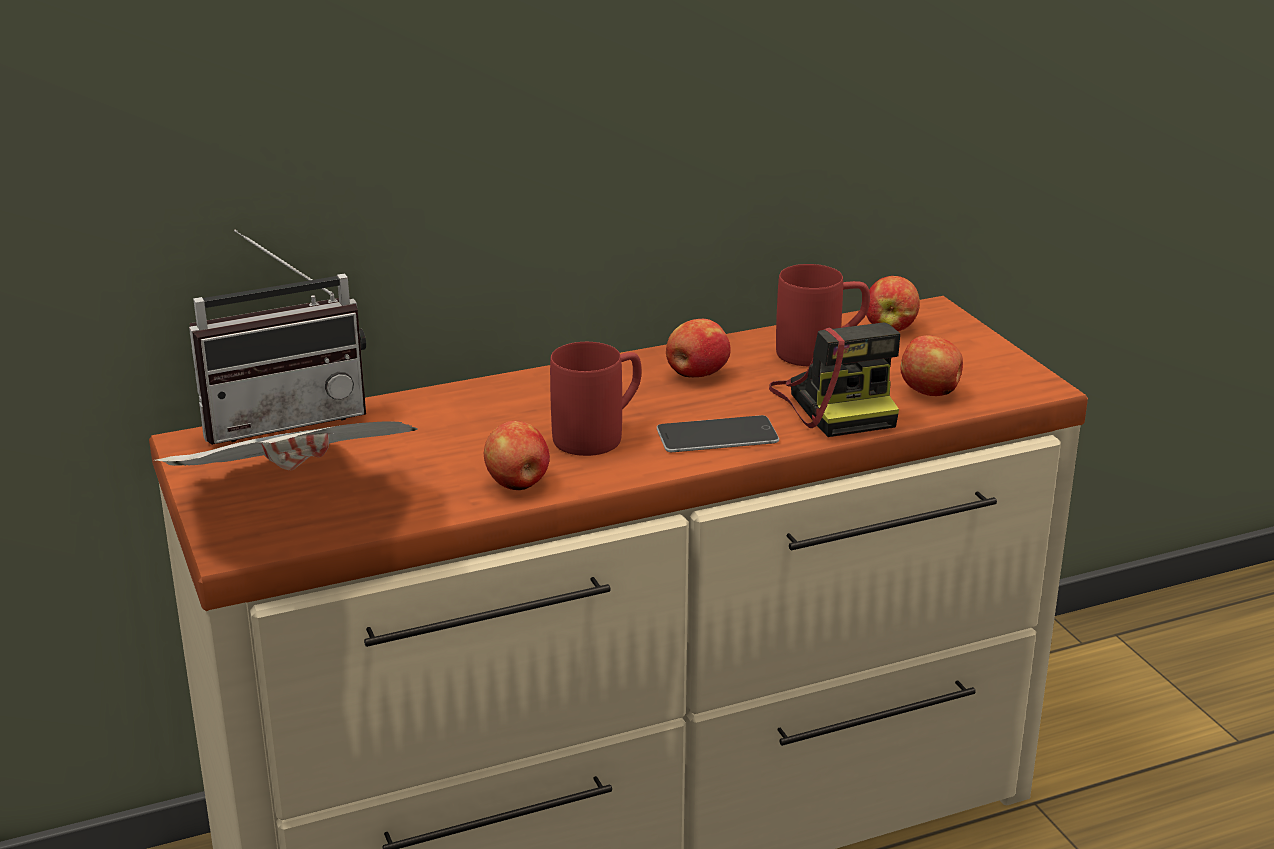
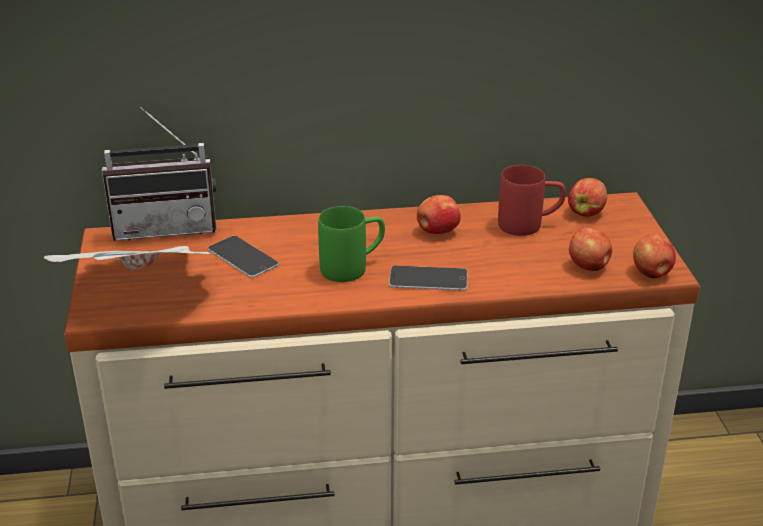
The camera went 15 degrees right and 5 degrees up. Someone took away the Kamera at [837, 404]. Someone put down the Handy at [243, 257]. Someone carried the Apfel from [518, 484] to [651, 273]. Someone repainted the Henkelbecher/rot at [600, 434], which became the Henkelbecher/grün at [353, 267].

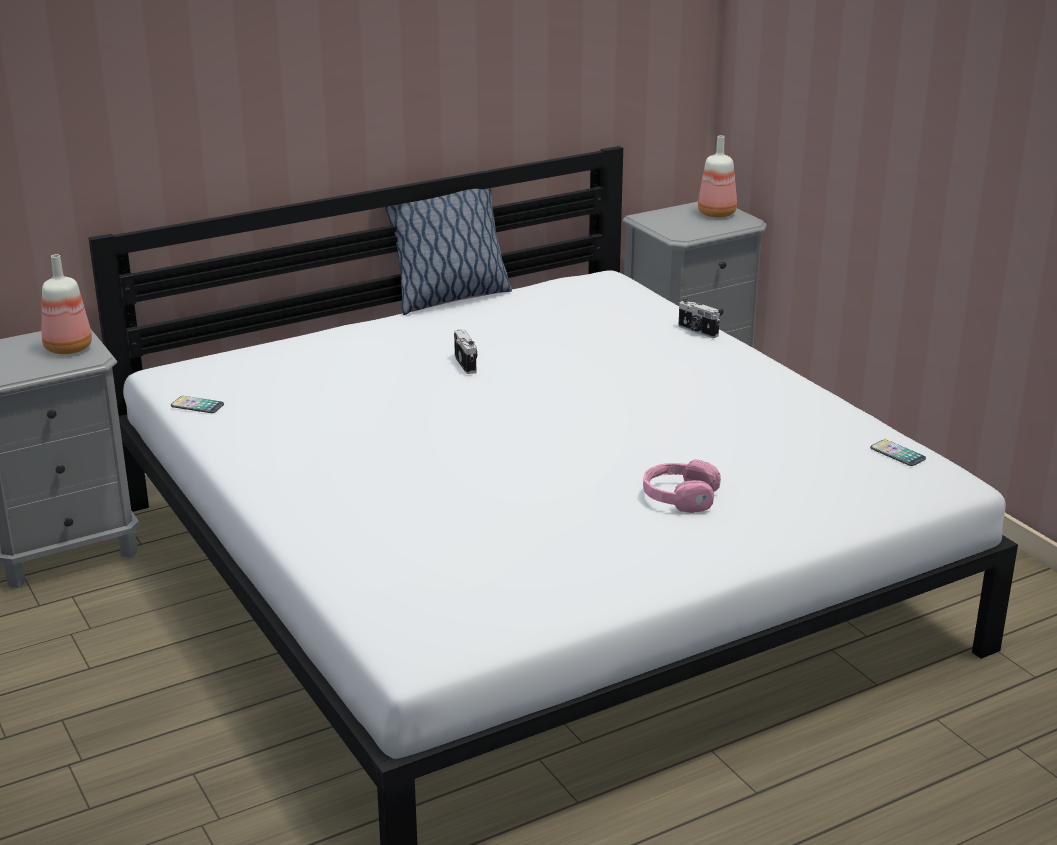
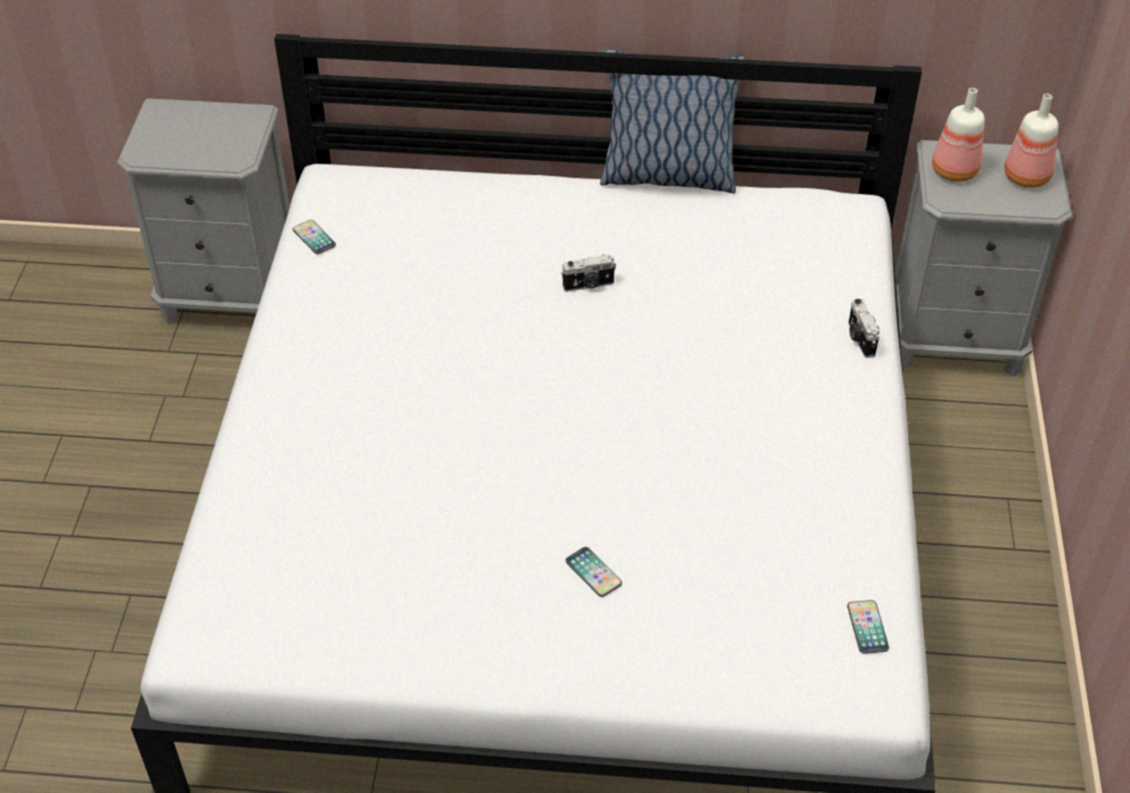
The camera went 35 degrees right and 20 degrees up. Someone carried the Flasche from [67, 349] to [953, 172]. Someone swapped the Kopfhörer/rosa at [679, 497] for the Handy at [593, 572]. Someone rotated the Kamera at [467, 364] by 60 degrees clockwise.

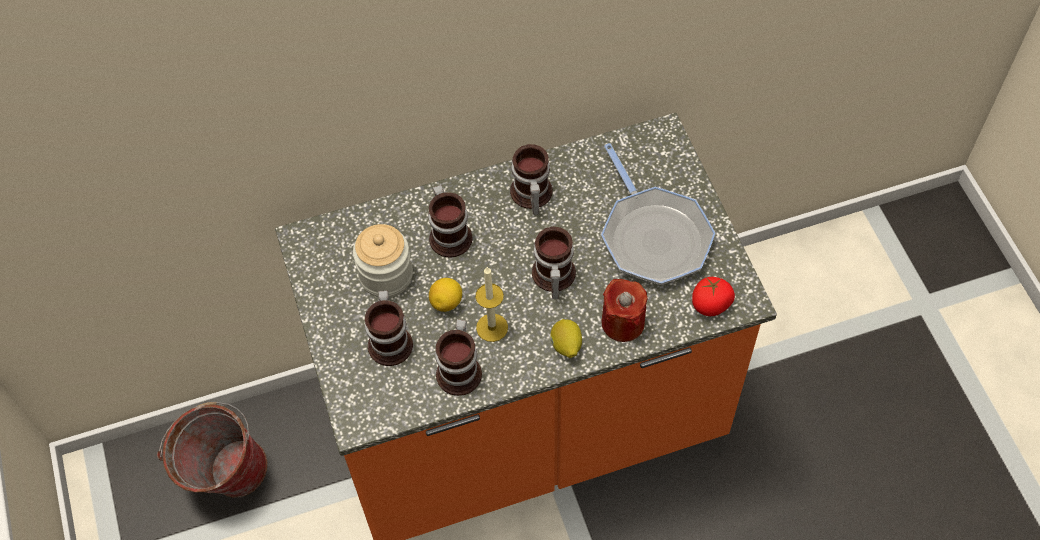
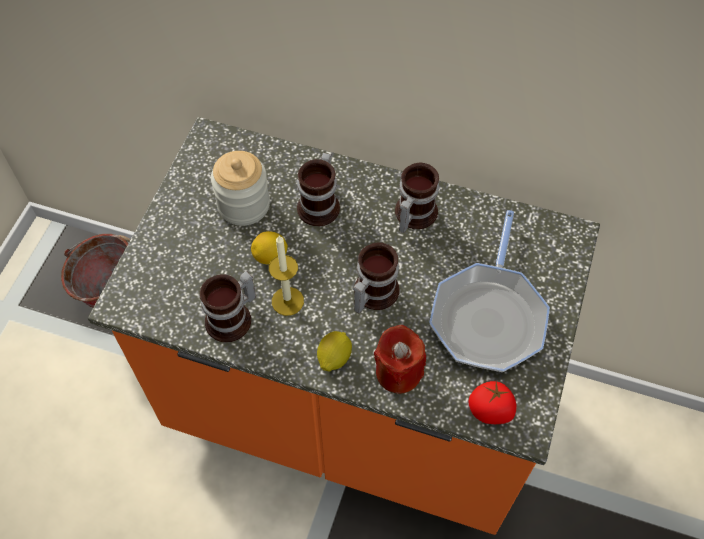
The camera went 35 degrees right and 0 degrees up. Someone took away the Henkelbecher at [392, 341].

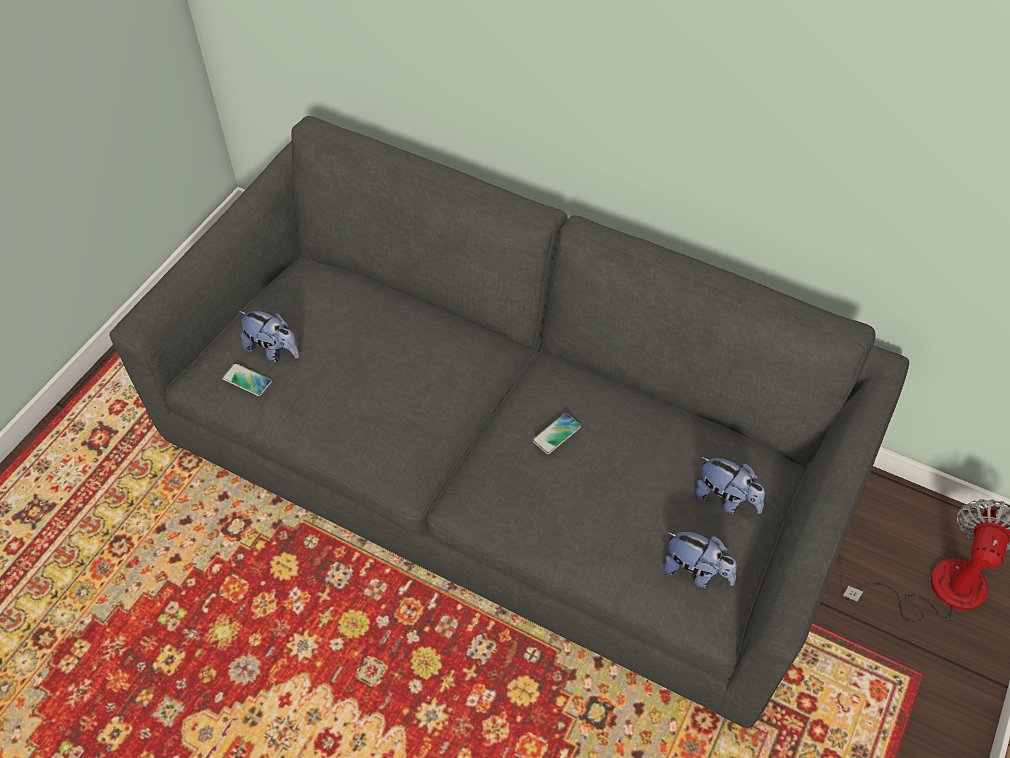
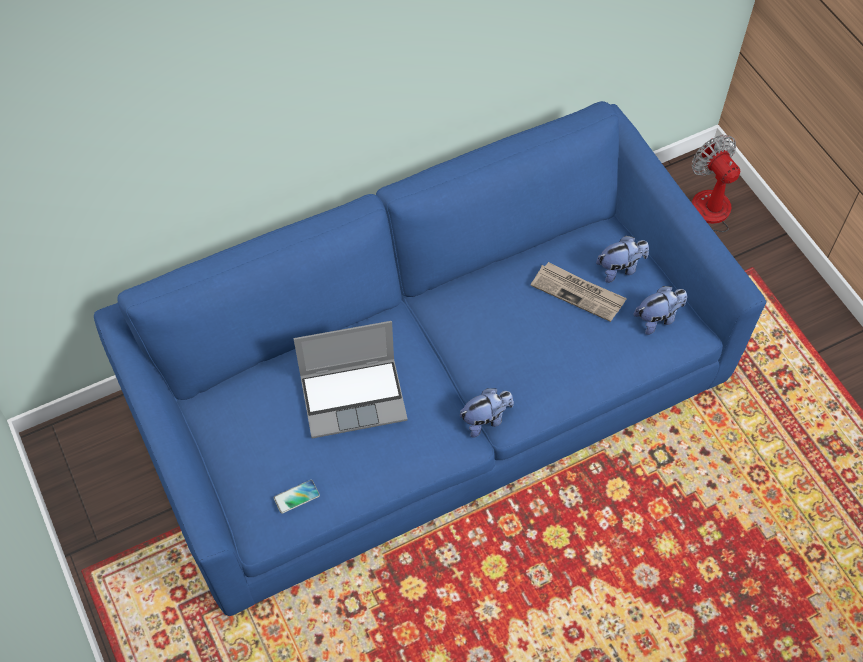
The camera went 55 degrees left and 5 degrees up. Someone took away the Handy at [556, 434]. Someone put down the Laptop at [354, 397]. Someone put down the Zeitung at [578, 293]. Someone carried the Plüschtier from [273, 350] to [485, 420]. Someone repainted the Sofa/grau at [505, 457], which became the Sofa/blau at [431, 390].

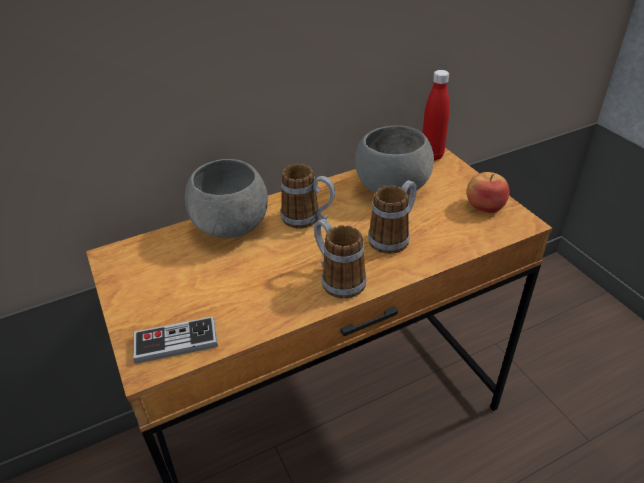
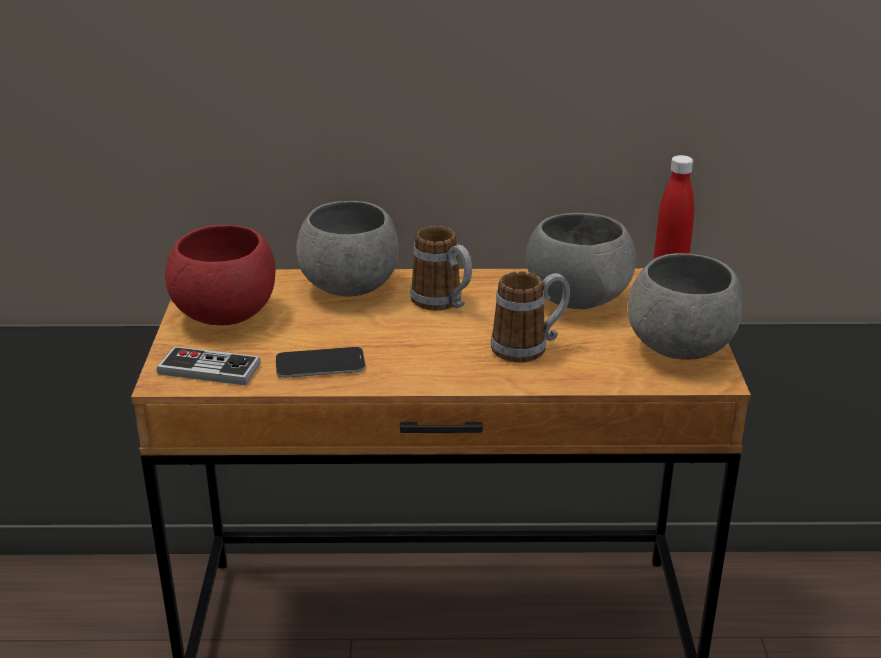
The camera went 25 degrees right and 10 degrees down. Someone took away the Henkelbecher at [337, 278]. Someone put down the Schüssel/rot at [227, 315]. Someone put down the Handy at [320, 364]. Someone swapped the Apfel at [484, 206] for the Schüssel/grau at [681, 348].

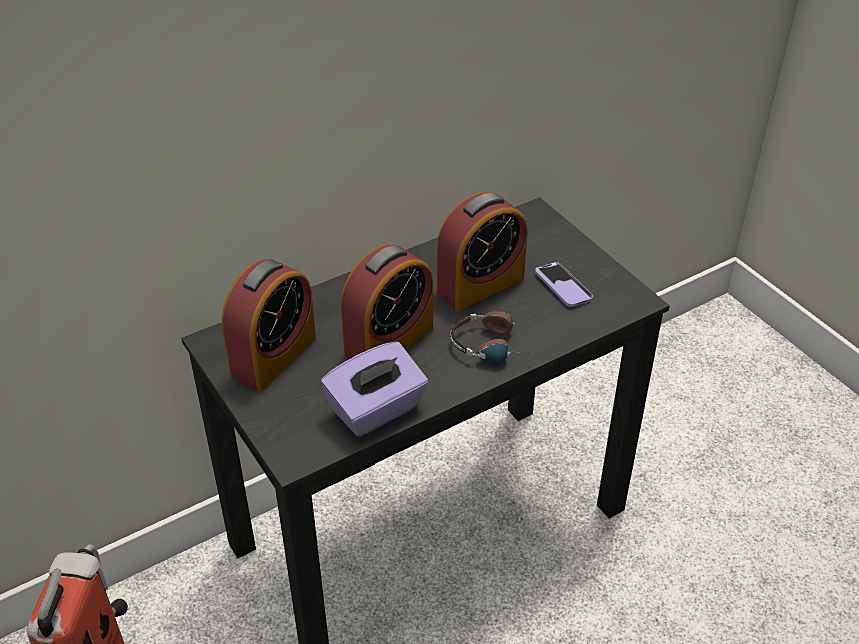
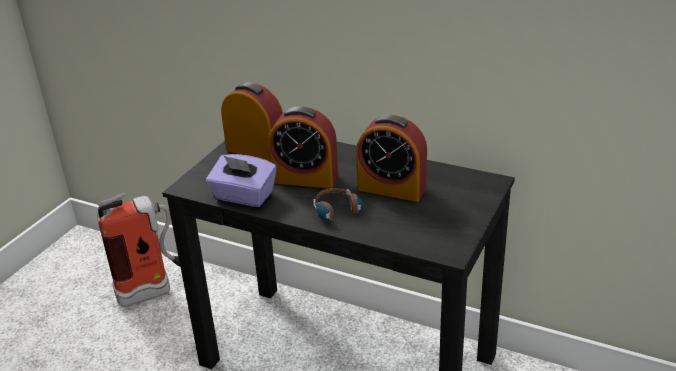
The camera went 60 degrees right and 10 degrees down. Someone took away the Handy at [563, 286]. Someone rotated the Wecker at [274, 356] by 150 degrees counterclockwise.

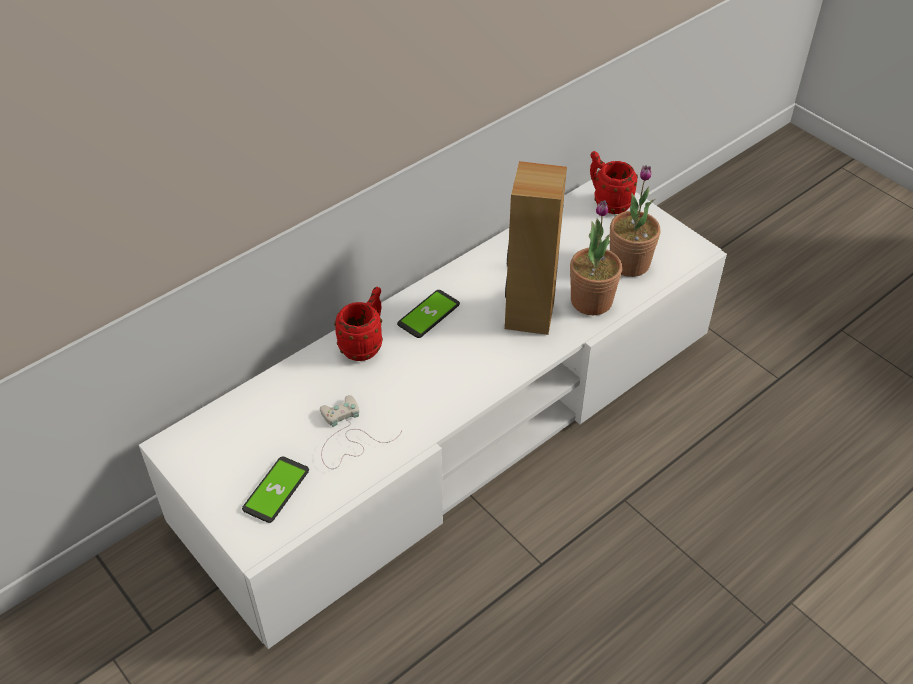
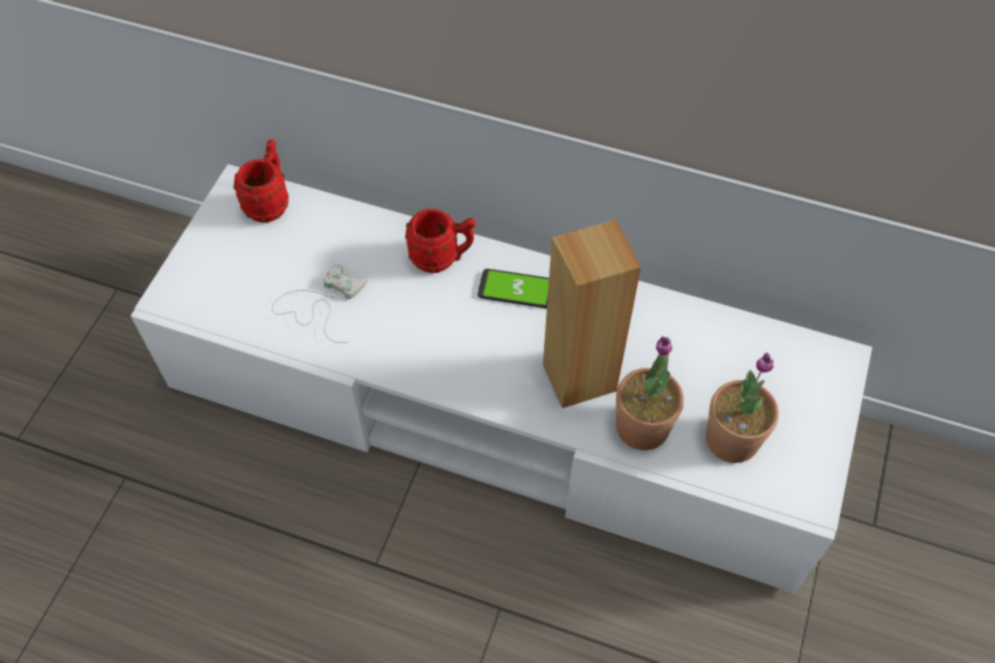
The camera went 60 degrees right and 10 degrees up. Someone took away the Handy at [276, 490]. Someone carried the Henkelbecher/rot from [607, 201] to [270, 202].

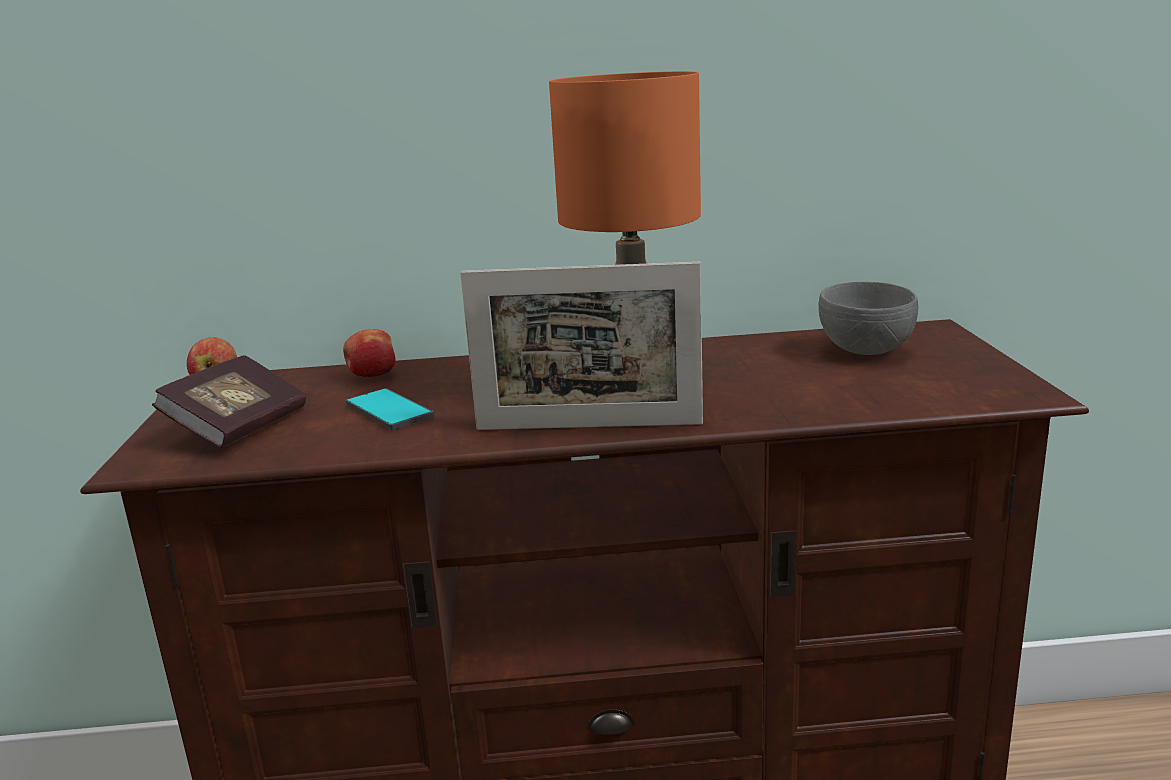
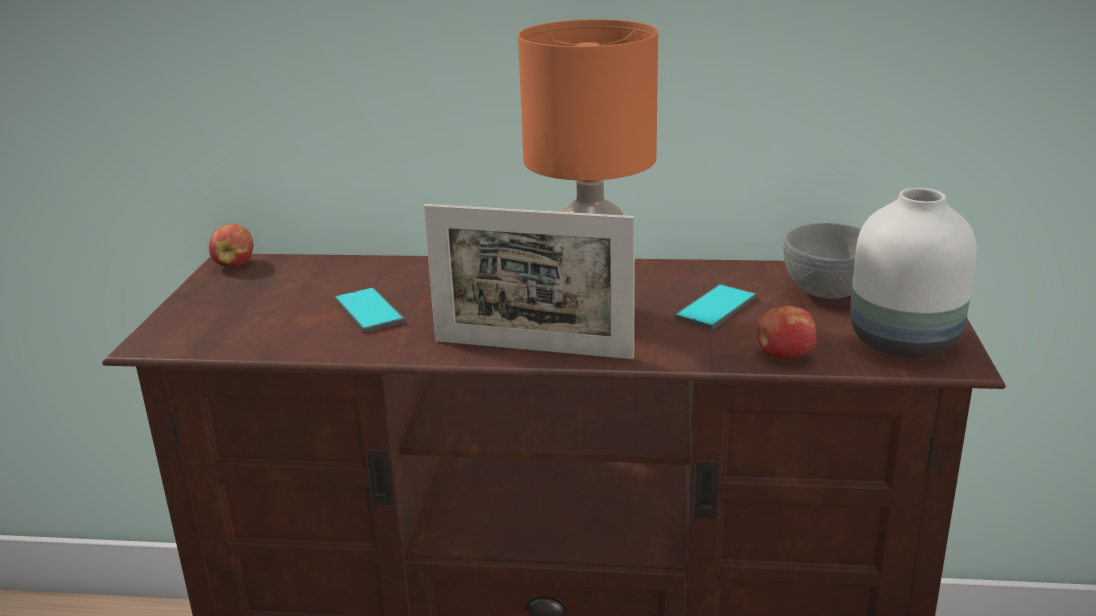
The camera went 10 degrees right and 5 degrees up. Someone took away the Buch at [239, 427]. Someone put down the Handy at [716, 308]. Someone put down the Vase/weiß at [904, 341]. Someone carried the Apfel from [372, 376] to [784, 356].

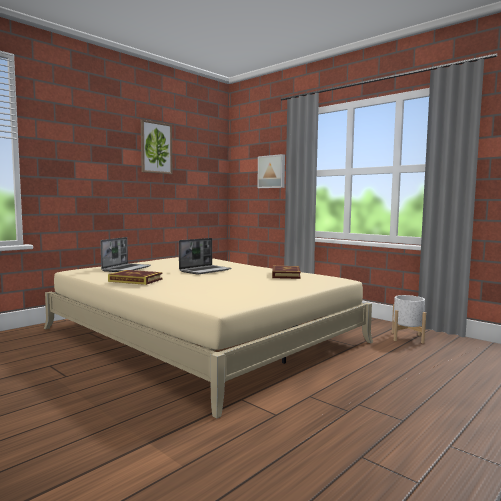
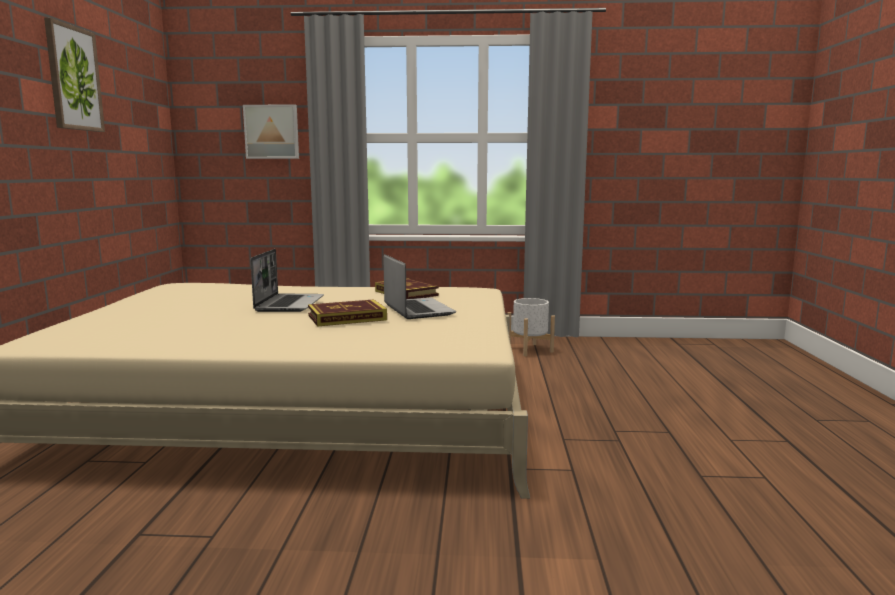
The camera went 40 degrees left and 5 degrees up. Someone carried the Laptop from [126, 269] to [417, 310]. Someone carried the Buch from [135, 280] to [347, 318].

